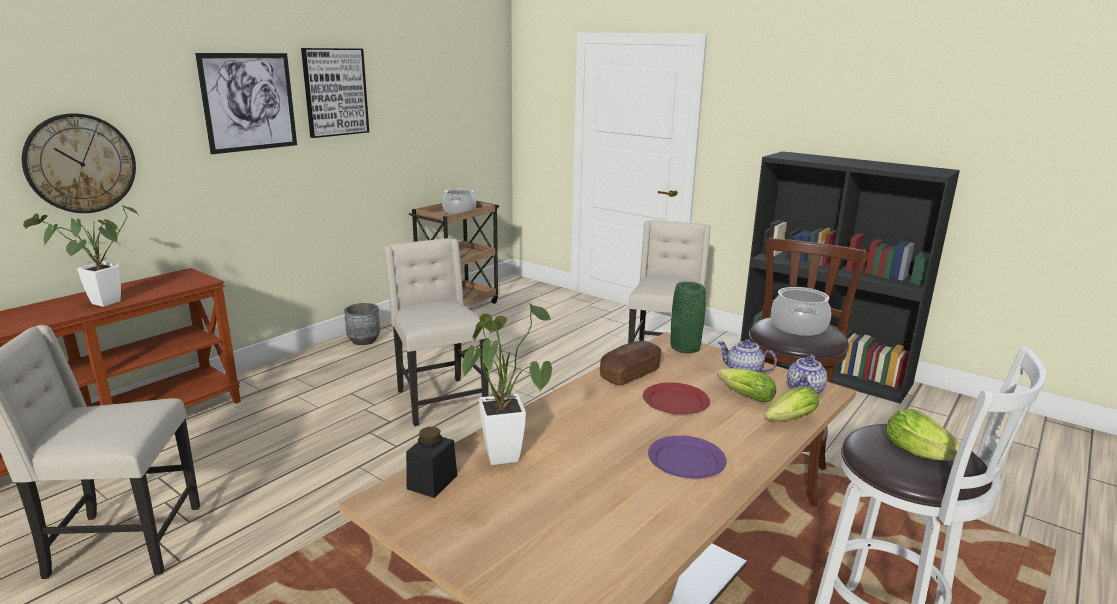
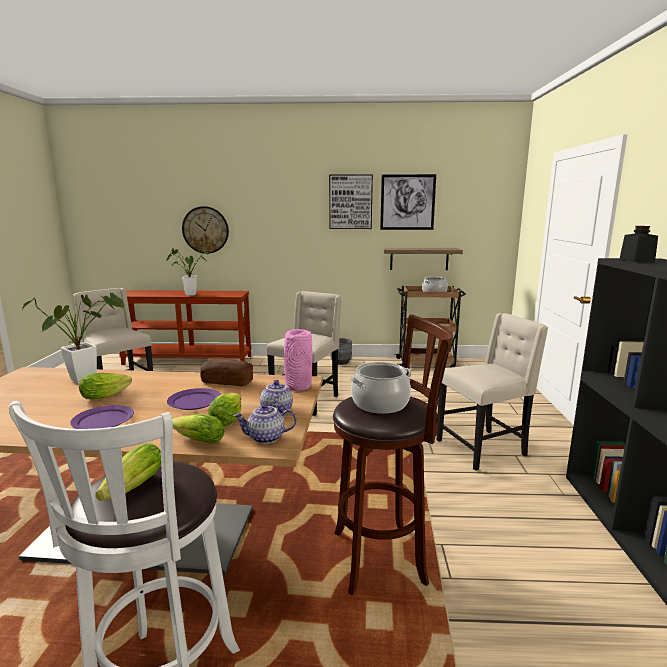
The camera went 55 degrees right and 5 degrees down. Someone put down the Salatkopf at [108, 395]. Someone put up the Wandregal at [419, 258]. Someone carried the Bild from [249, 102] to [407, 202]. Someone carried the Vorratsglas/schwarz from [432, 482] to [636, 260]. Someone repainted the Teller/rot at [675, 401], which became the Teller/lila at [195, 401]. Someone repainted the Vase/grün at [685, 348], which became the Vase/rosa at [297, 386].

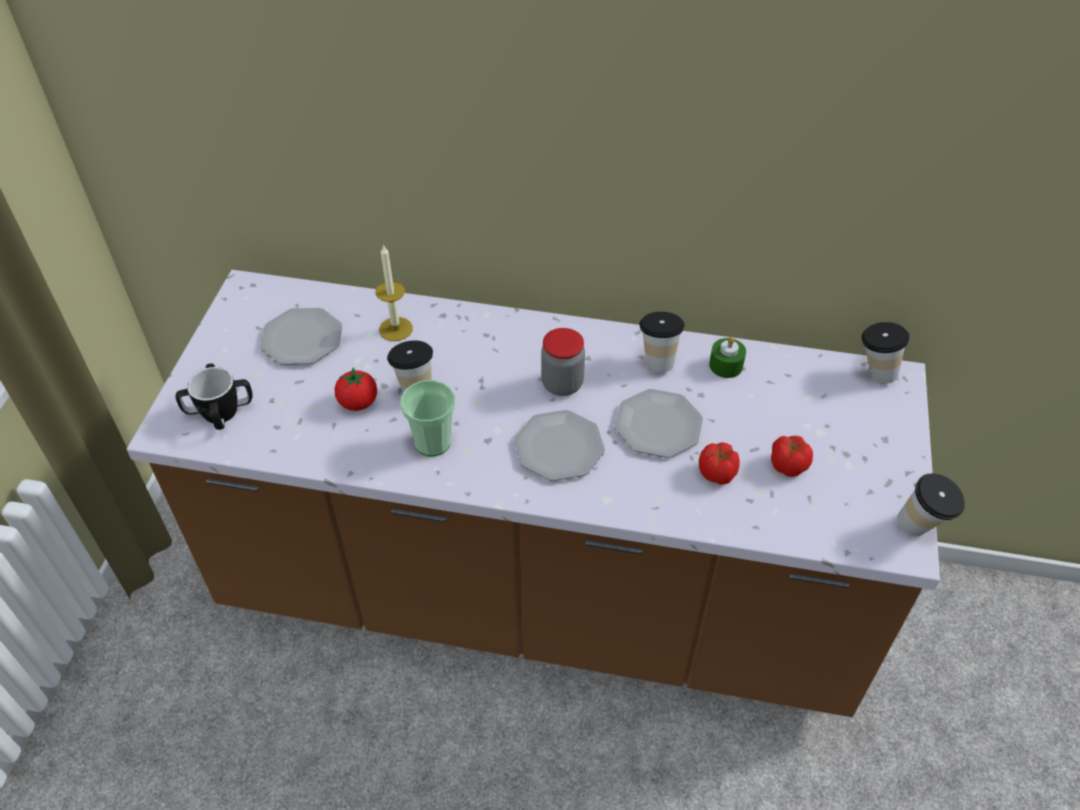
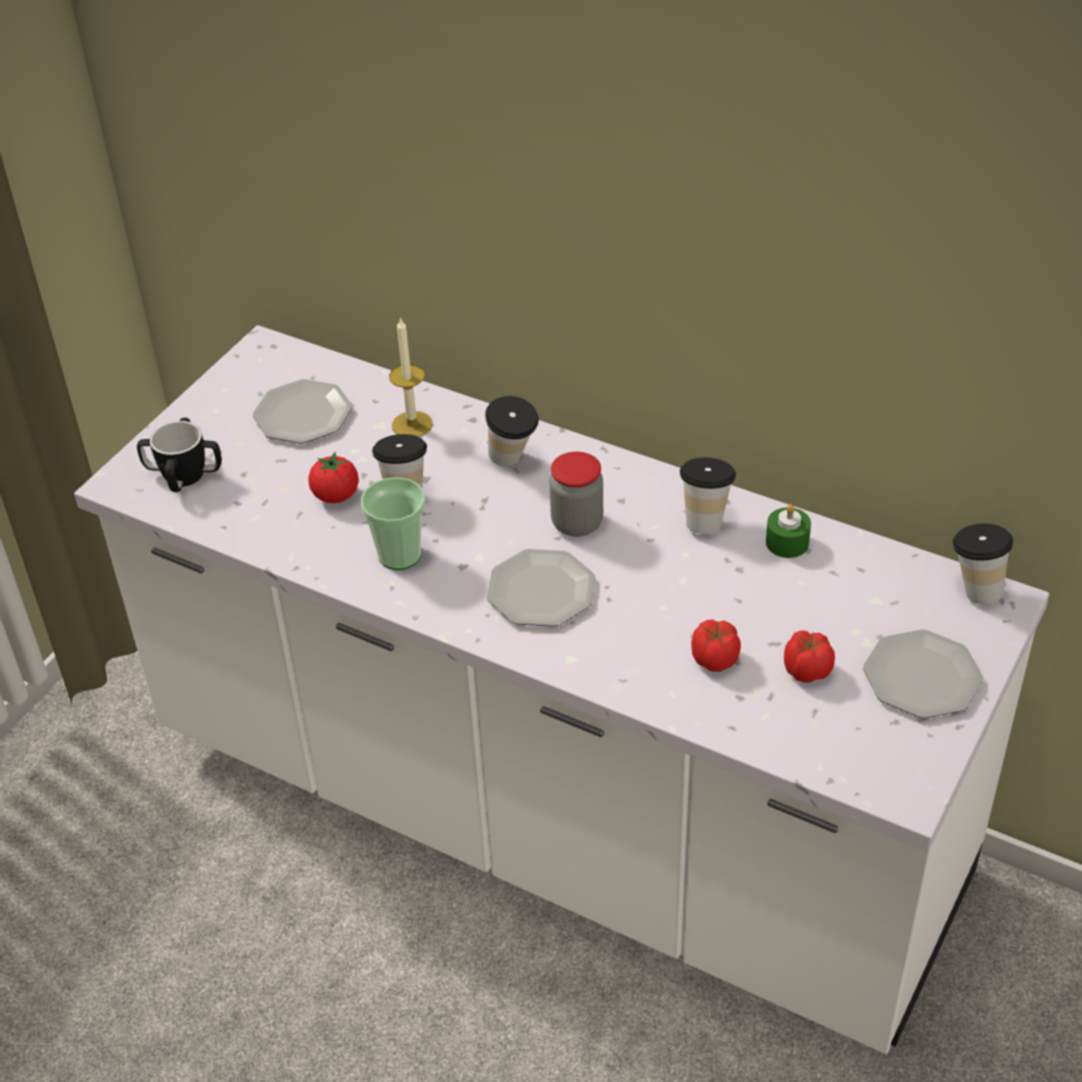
The camera went 20 degrees right and 5 degrees down. Someone carried the Teller from [659, 425] to [923, 677]. Someone carried the Tasse from [921, 528] to [513, 461]. Someone repainted the Küchenzeile/braun at [540, 593], which became the Küchenzeile/weiß at [553, 813].

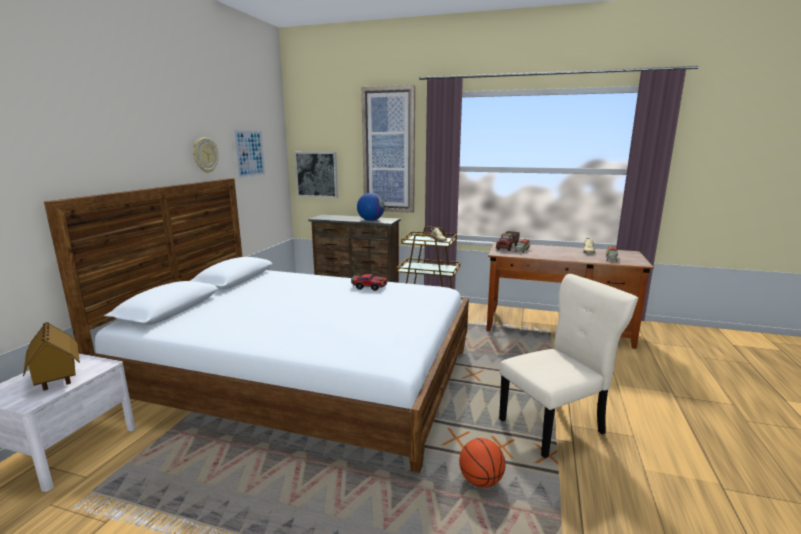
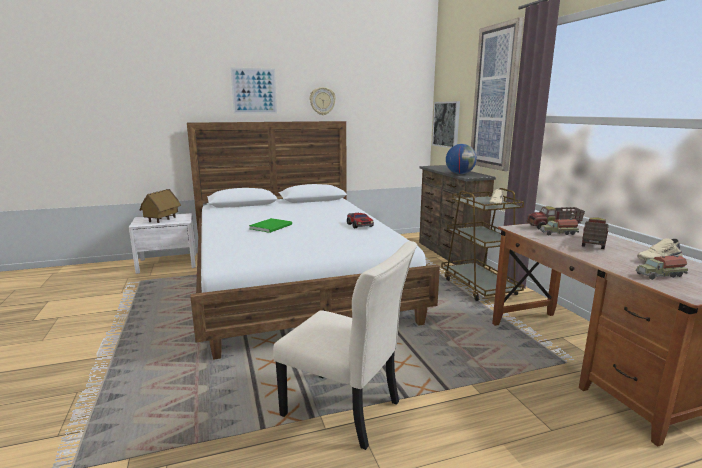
The camera went 55 degrees right and 0 degrees up. Someone took away the Basketball at [480, 481]. Someone put down the Buch/grün at [272, 226]. Someone put down the Spielzeuglaster at [592, 243]. Someone carried the Bild from [250, 153] to [254, 91].

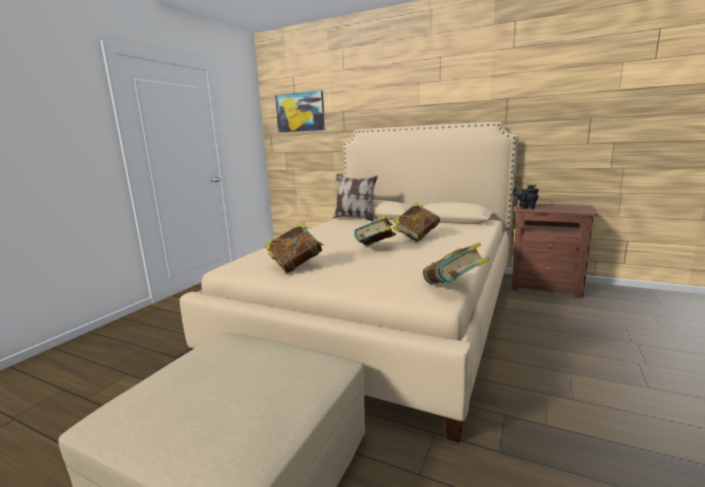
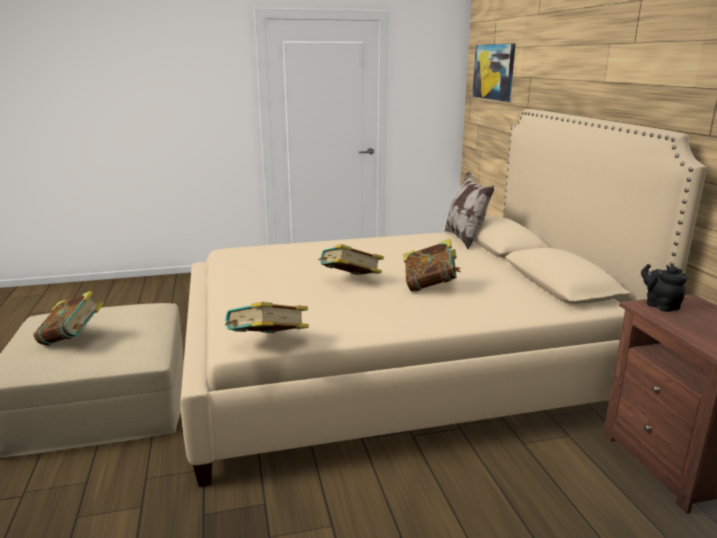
The camera went 50 degrees right and 5 degrees up. Someone carried the Buch from [296, 266] to [73, 340].

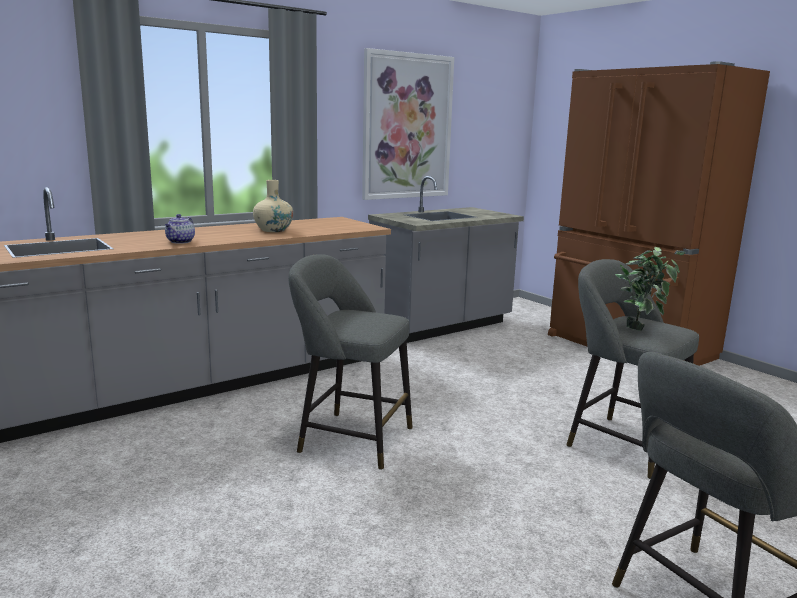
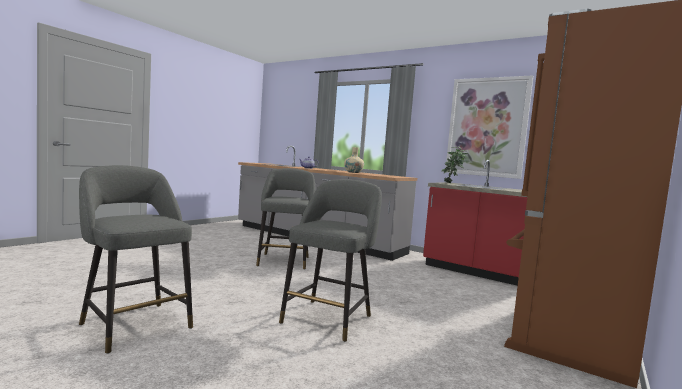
The camera went 70 degrees right and 10 degrees down. Someone carried the Topfpflanze from [641, 328] to [452, 183]. Someone repainted the Küchenzeile/grau at [441, 326], which became the Küchenzeile/rot at [478, 272].

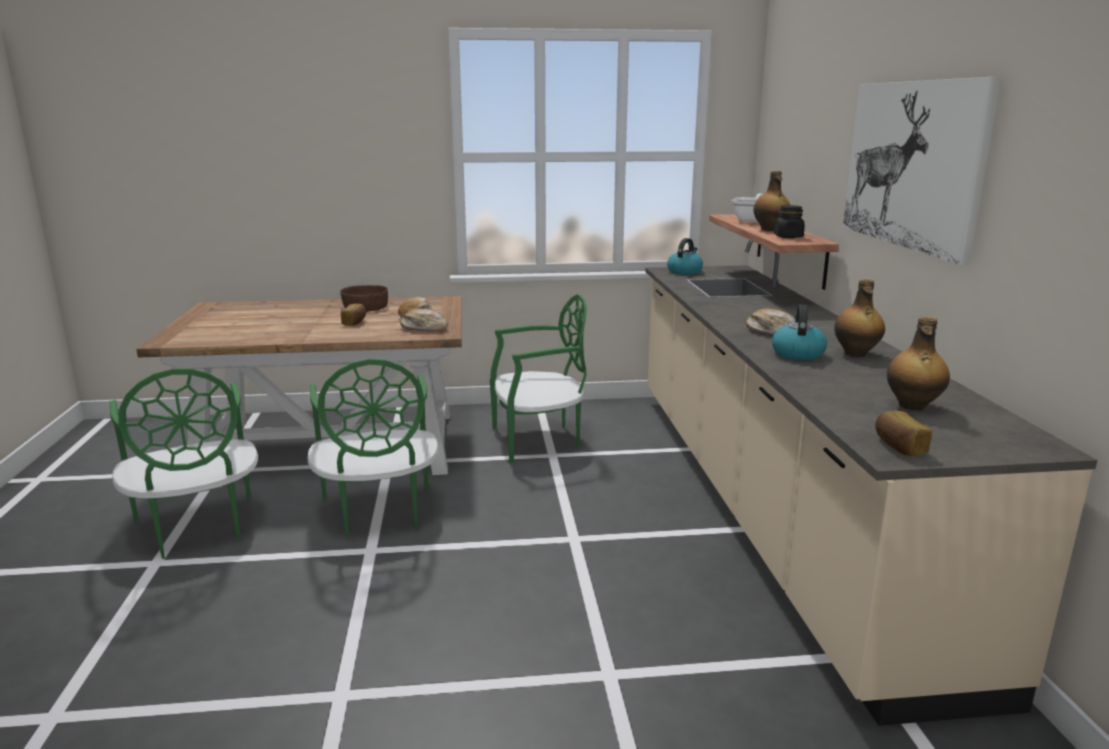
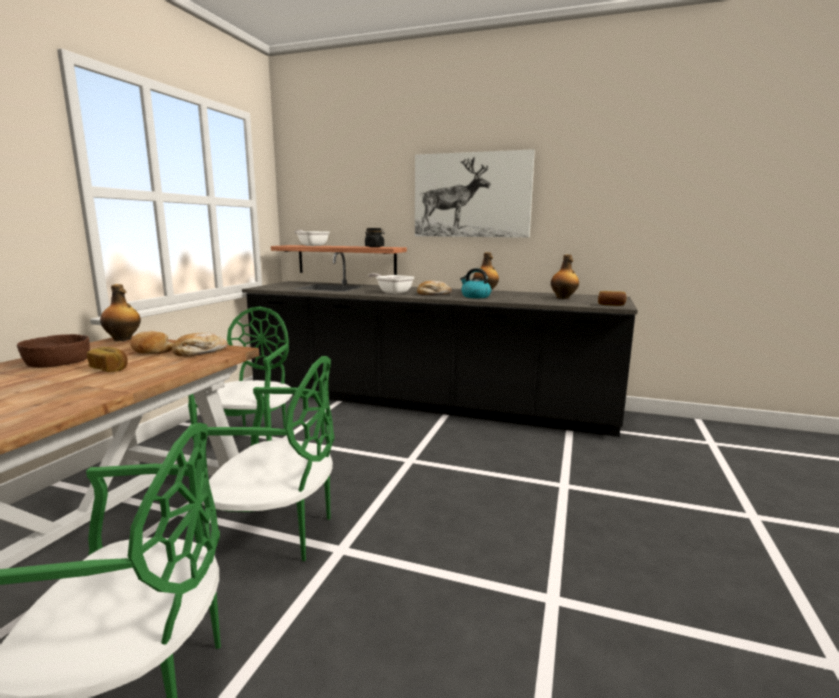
The camera went 65 degrees left and 5 degrees down. Someone took away the Wasserkessel at [684, 271]. Someone put down the Pfanne at [392, 292]. Someone carried the Flasche from [769, 230] to [123, 339]. Someone repainted the Küchenzeile/beige at [769, 504], which became the Küchenzeile/schwarz at [426, 402].

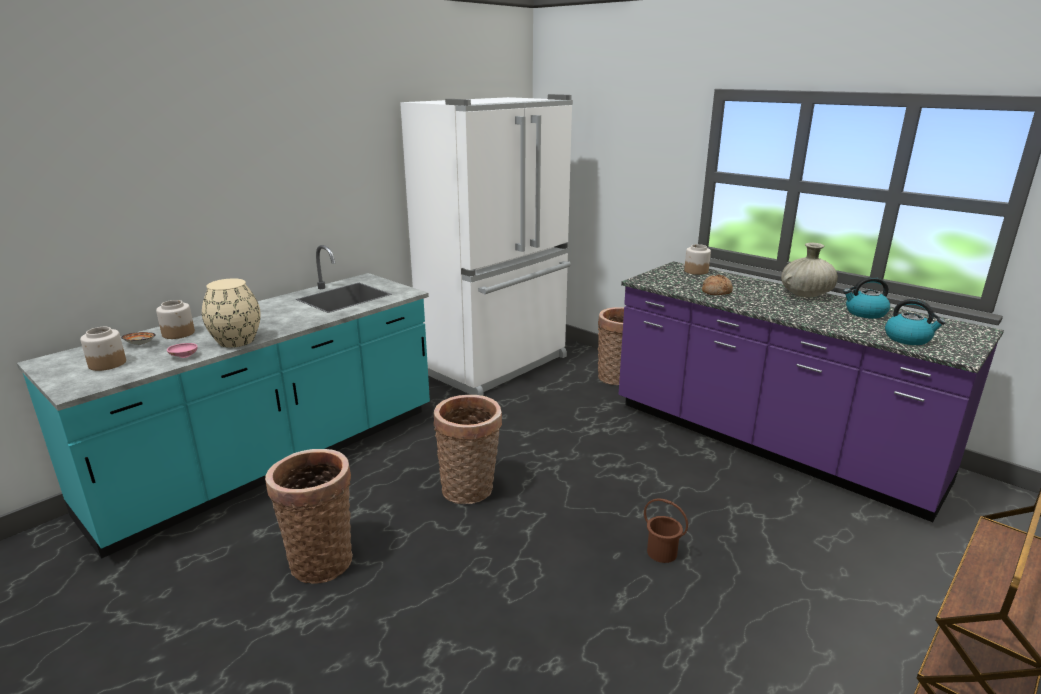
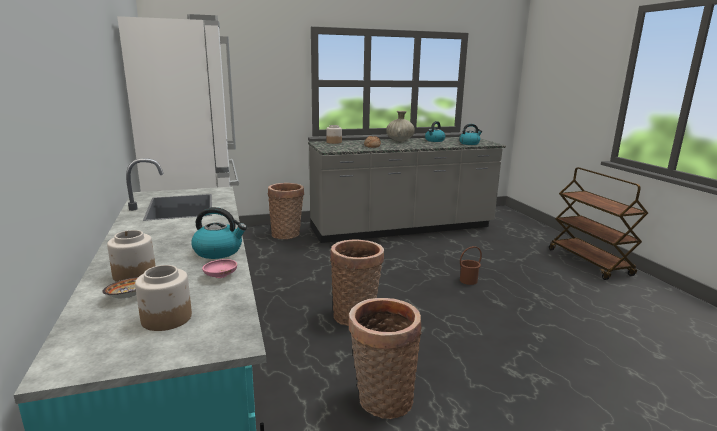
The camera went 60 degrees left and 5 degrees down. Someone swapped the Vase/beige at [237, 341] for the Wasserkessel at [219, 251]. Someone repainted the Küchenzeile/lila at [769, 443], which became the Küchenzeile/grau at [402, 228].

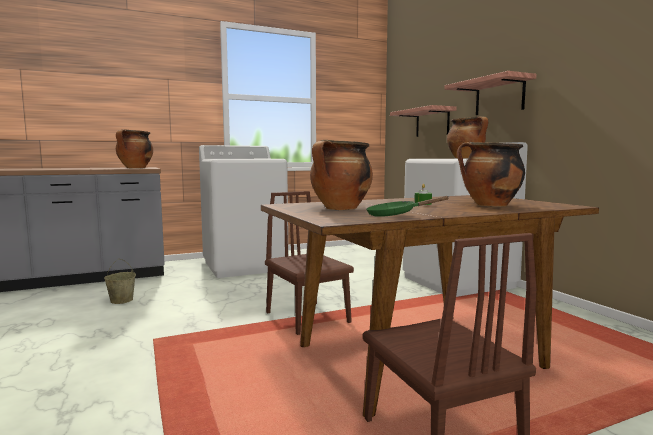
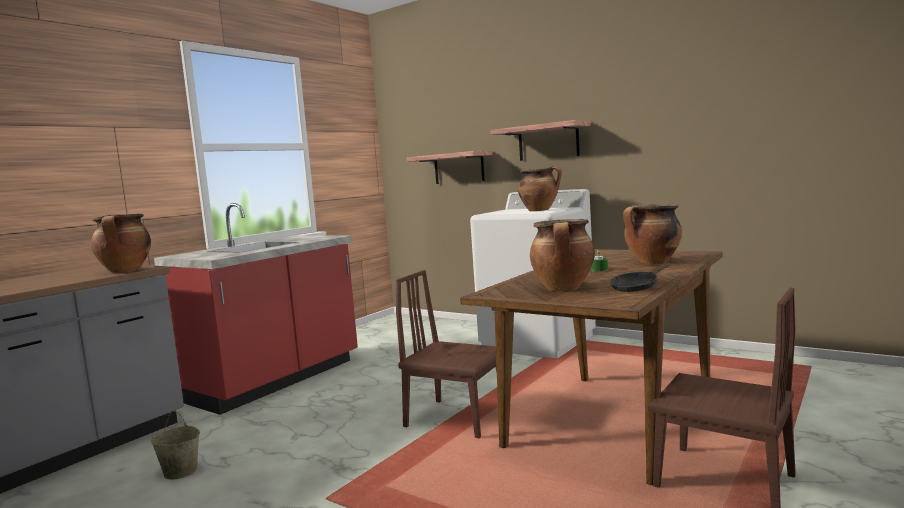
The camera went 30 degrees left and 0 degrees up. Someone swapped the Waschmaschine/weiß at [245, 266] for the Küchenzeile/rot at [275, 380]. Someone repainted the Pfanne/grün at [396, 215], which became the Pfanne/schwarz at [637, 287].

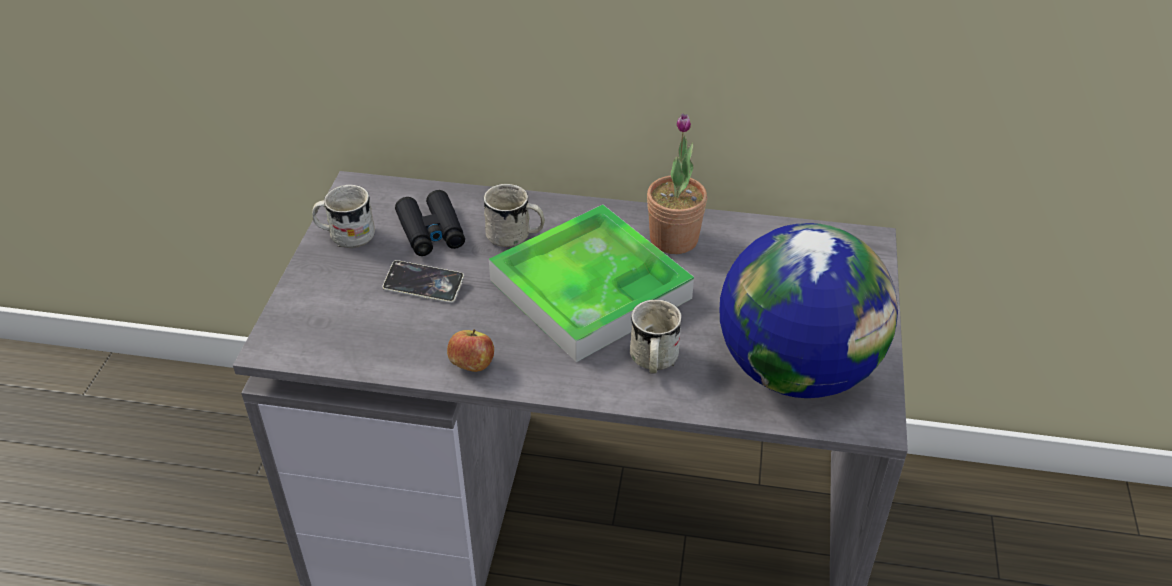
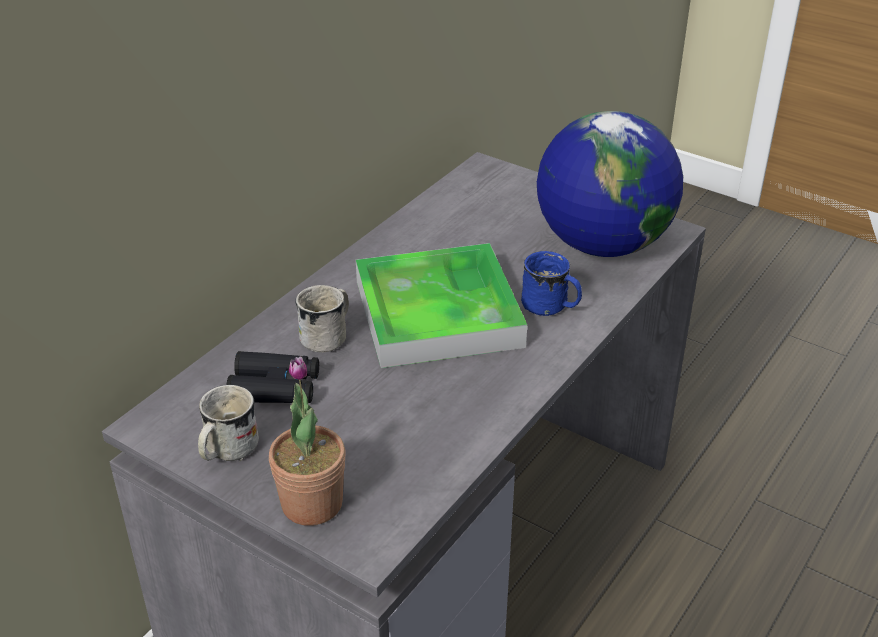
The camera went 65 degrees left and 5 degrees down. Someone took away the Handy at [424, 285]. Someone took away the Apfel at [472, 365]. Someone carried the Topfpflanze from [674, 239] to [312, 503]. Someone repainted the Henkelbecher/weiß at [652, 361], which became the Henkelbecher/blau at [550, 307].

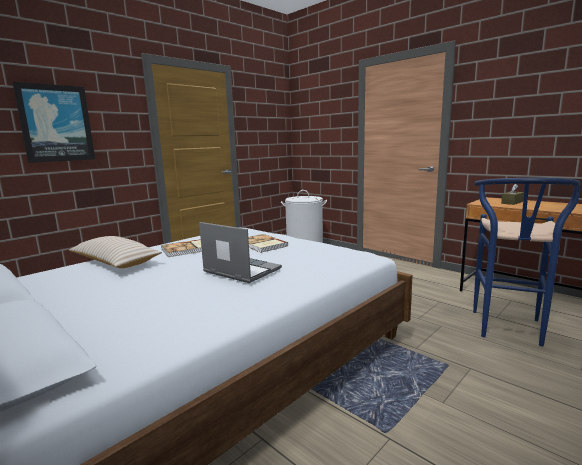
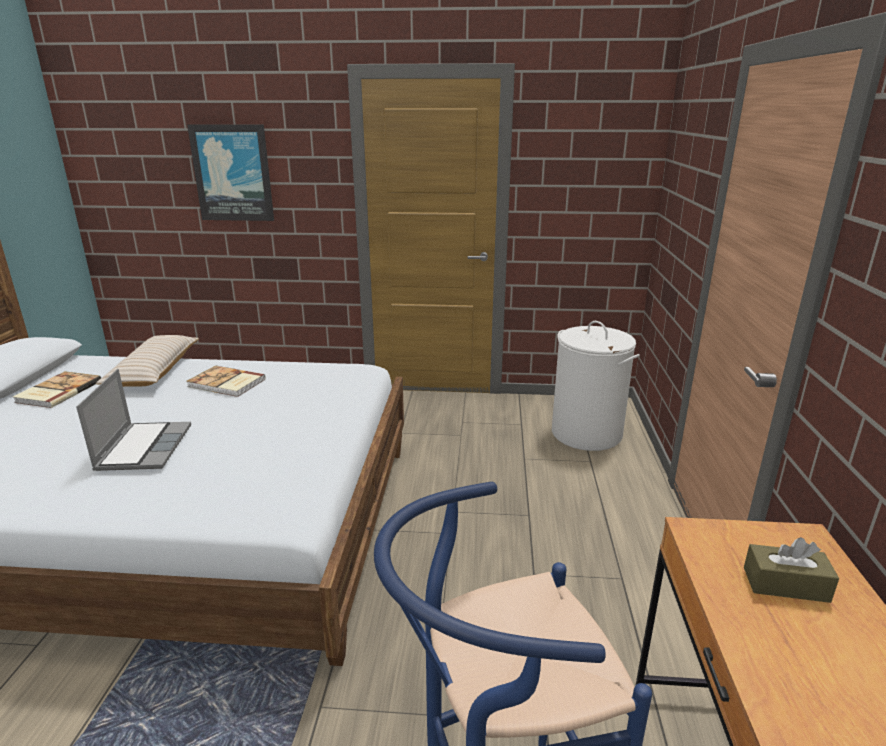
The camera went 50 degrees right and 10 degrees up. Someone carried the Buch from [262, 245] to [57, 391].

